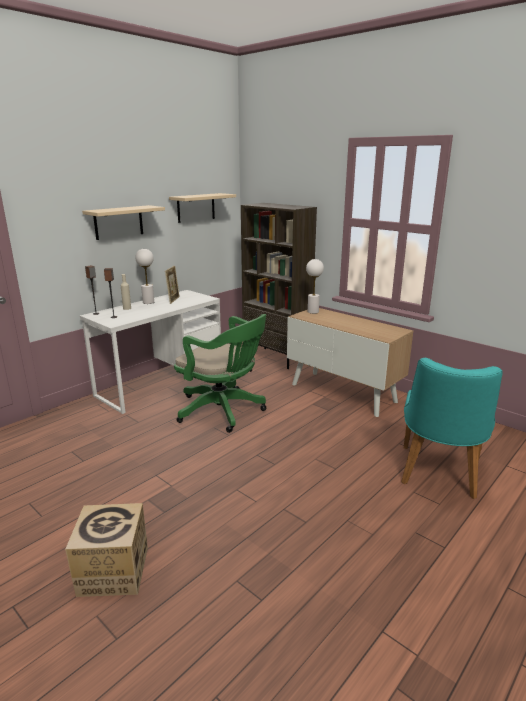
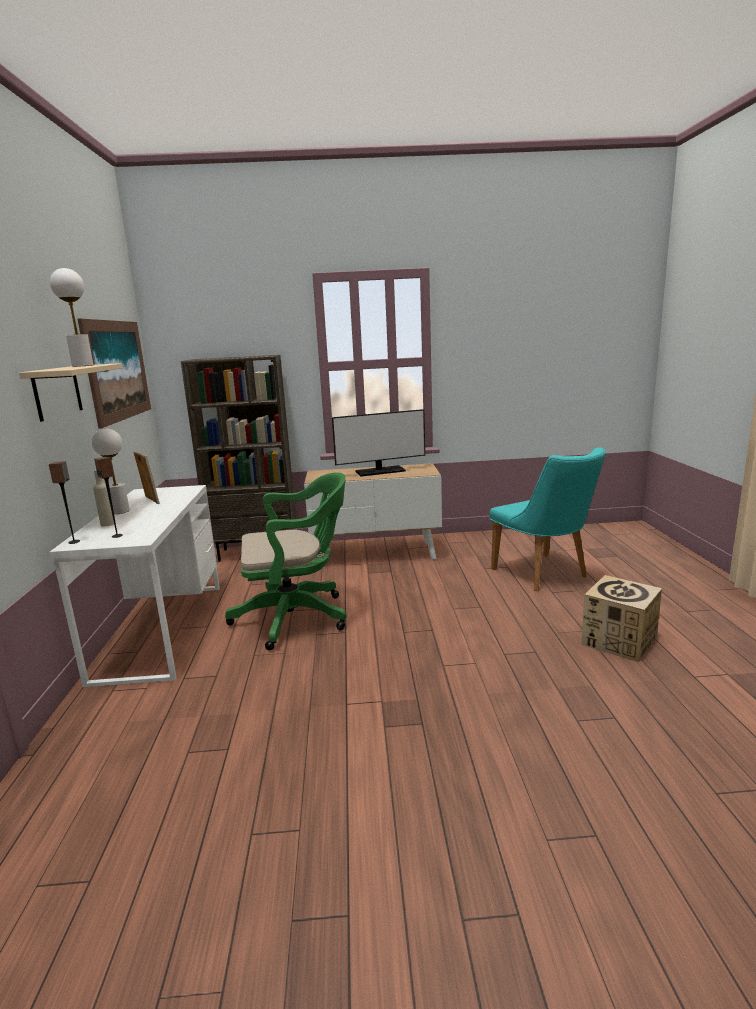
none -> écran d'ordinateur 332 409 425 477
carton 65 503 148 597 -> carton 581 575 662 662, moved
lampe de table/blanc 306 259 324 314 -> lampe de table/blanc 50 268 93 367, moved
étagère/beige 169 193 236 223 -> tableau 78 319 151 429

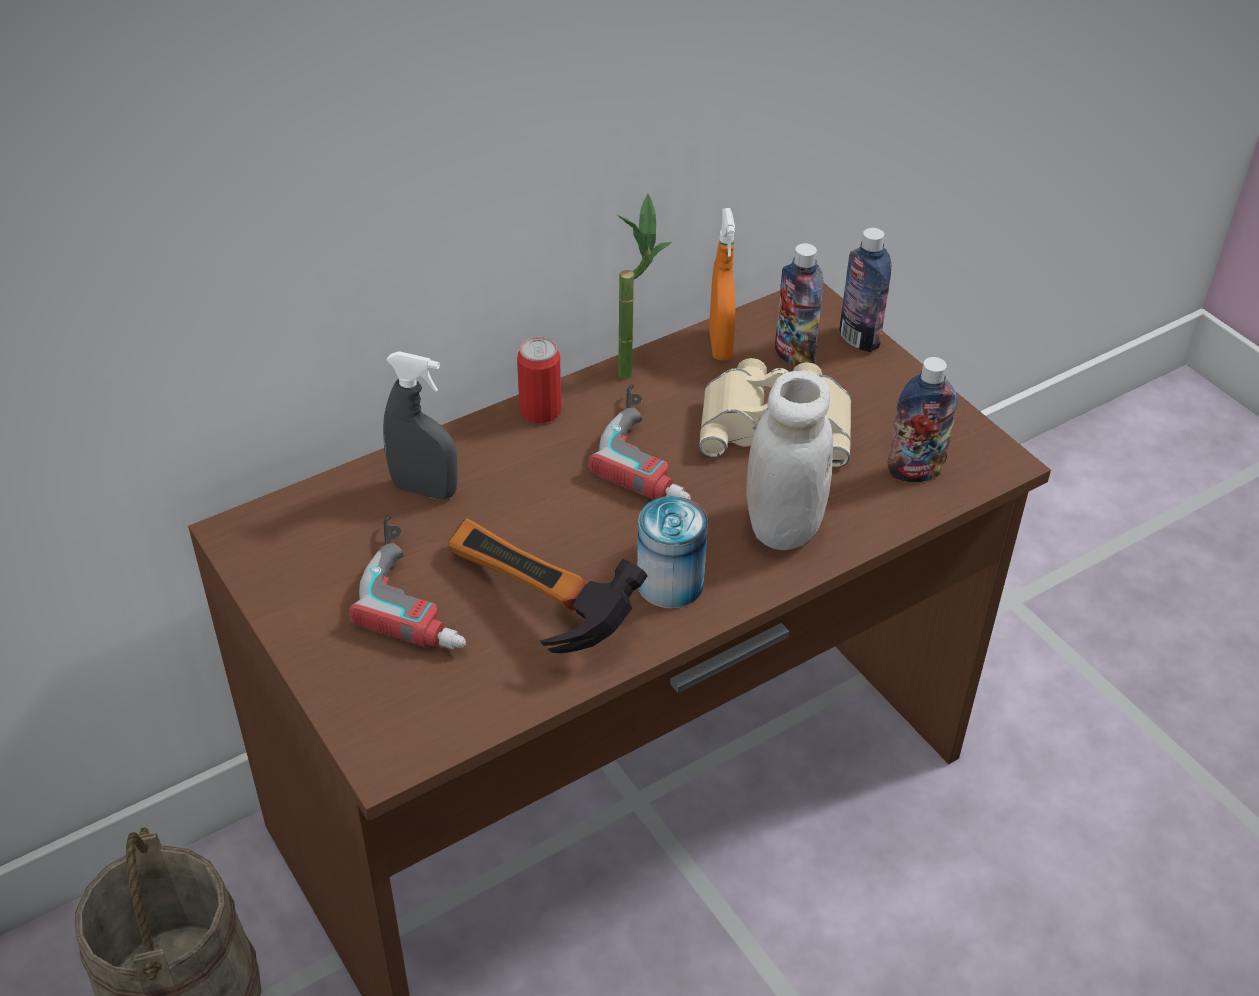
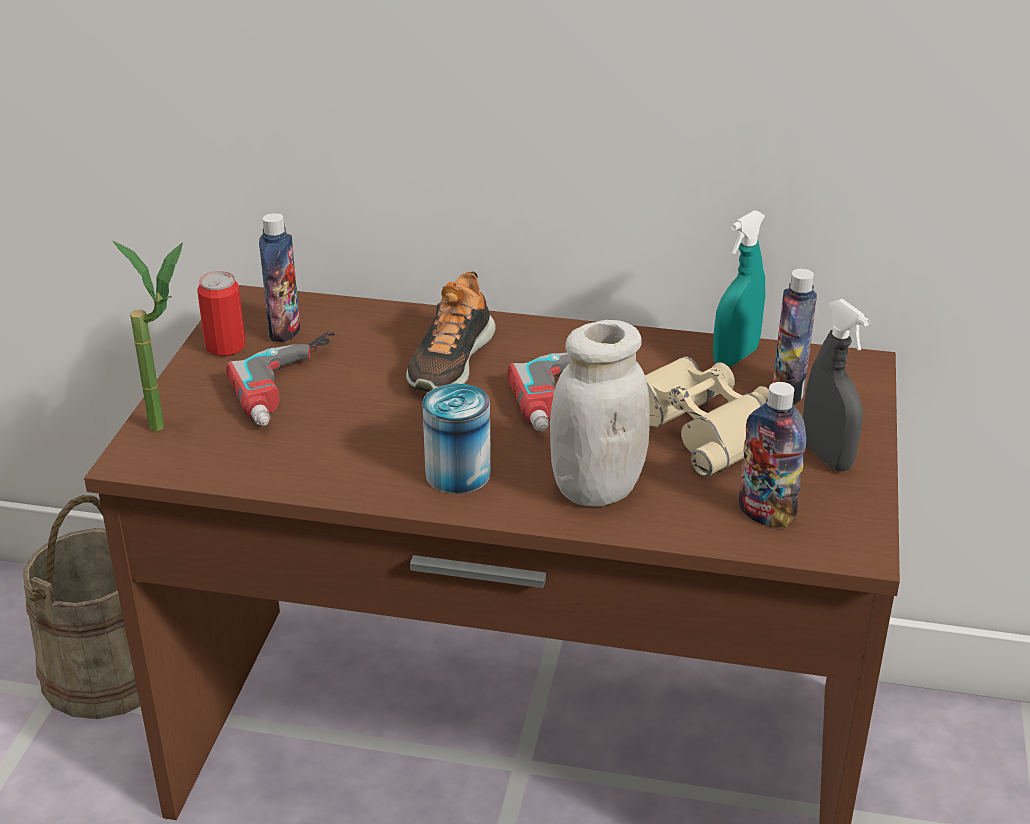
marteau 448 518 648 653 -> none
none -> chaussure 406 271 496 392
vaporisateur/gris 383 351 458 500 -> vaporisateur/gris 803 299 870 471, moved
boîte métallique 517 337 561 423 -> boîte métallique 197 271 246 356, moved
plante en pot 616 194 671 379 -> plante en pot 113 241 183 431, moved
bouteille 839 228 891 352 -> bouteille 259 213 300 342, moved
vaporisateur/orange 709 208 735 361 -> vaporisateur/turquoise 713 210 765 367

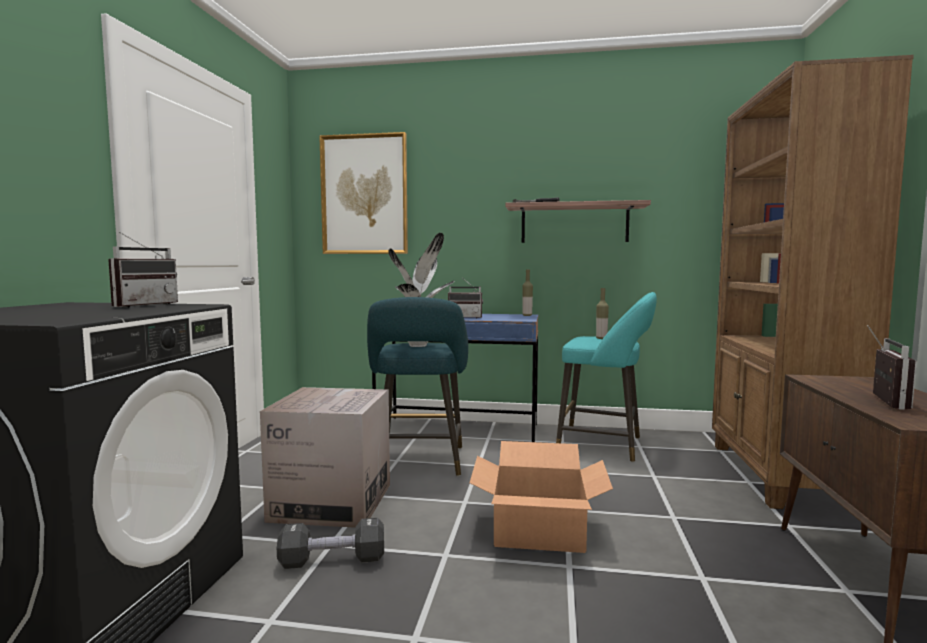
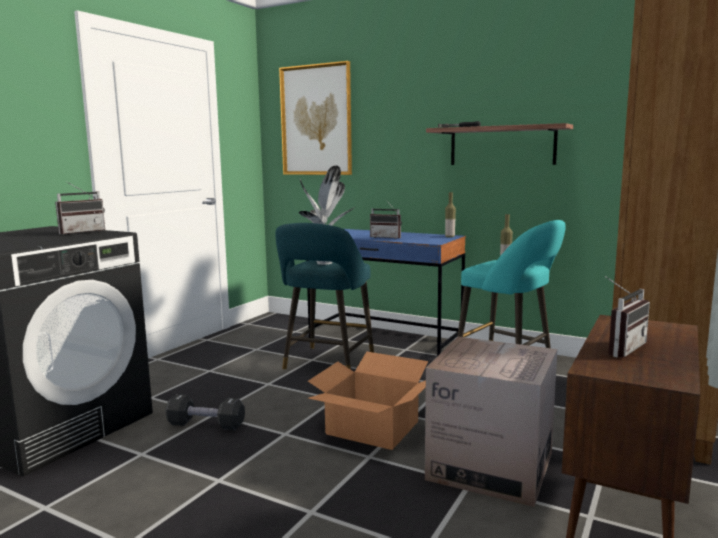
carton 260 387 390 528 -> carton 425 337 557 507, moved

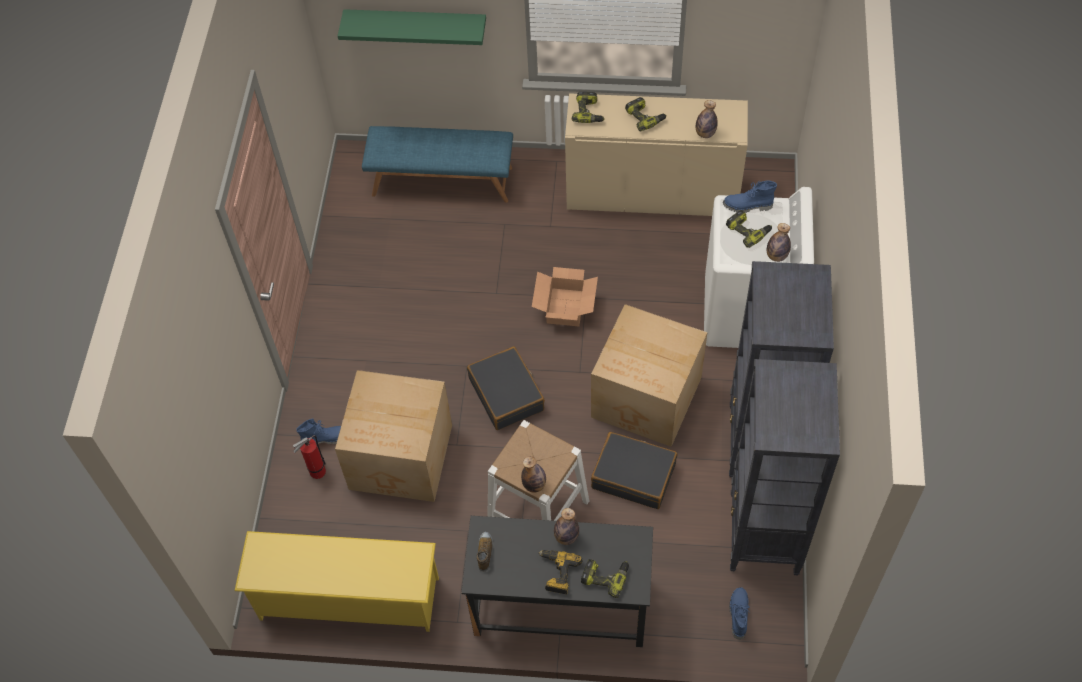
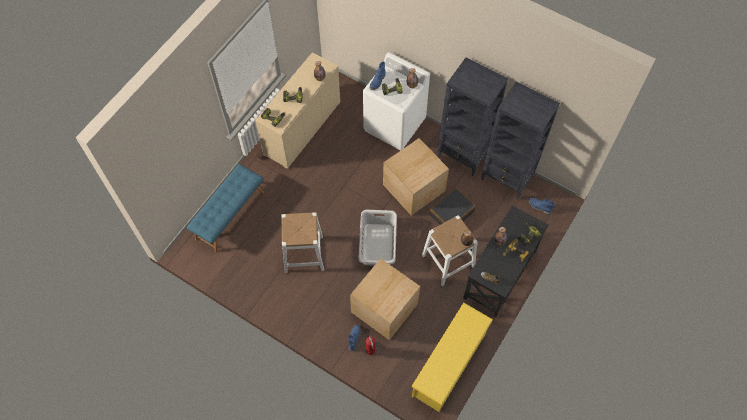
étagère/vert 338 9 486 45 -> none
carton 532 267 598 326 -> none
none -> tabouret/blanc 282 212 324 273
valise/noir 467 347 545 430 -> panier à linge/gris 359 210 397 266

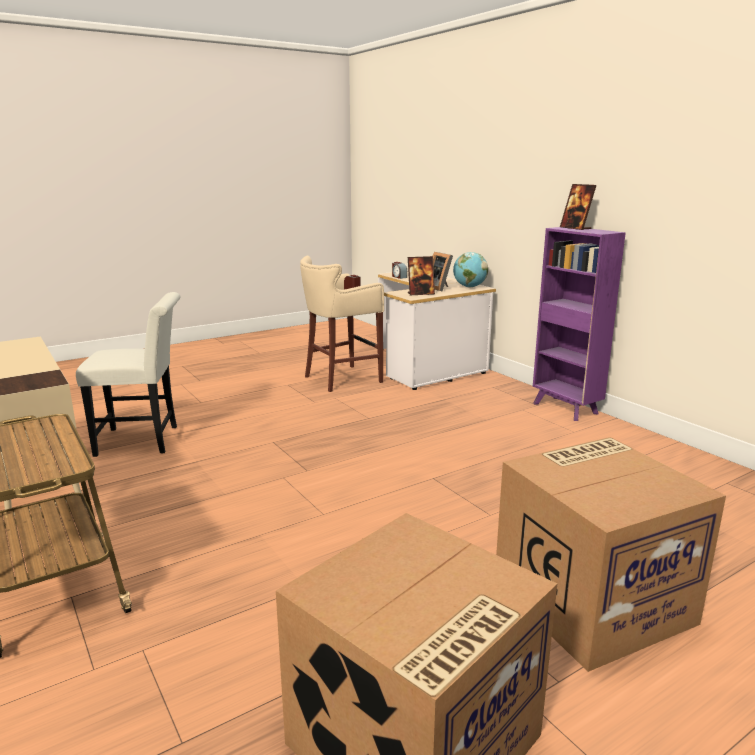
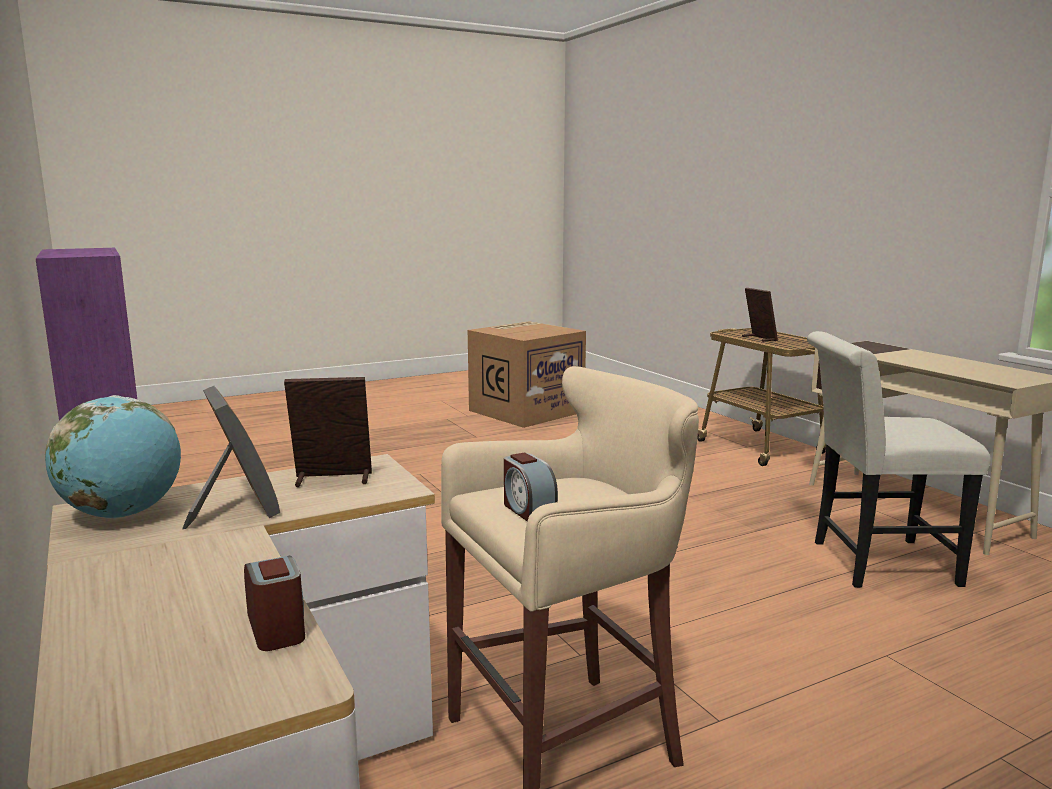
carton 496 437 726 672 -> none
cadre photo 560 184 596 230 -> cadre photo 742 288 778 342, moved

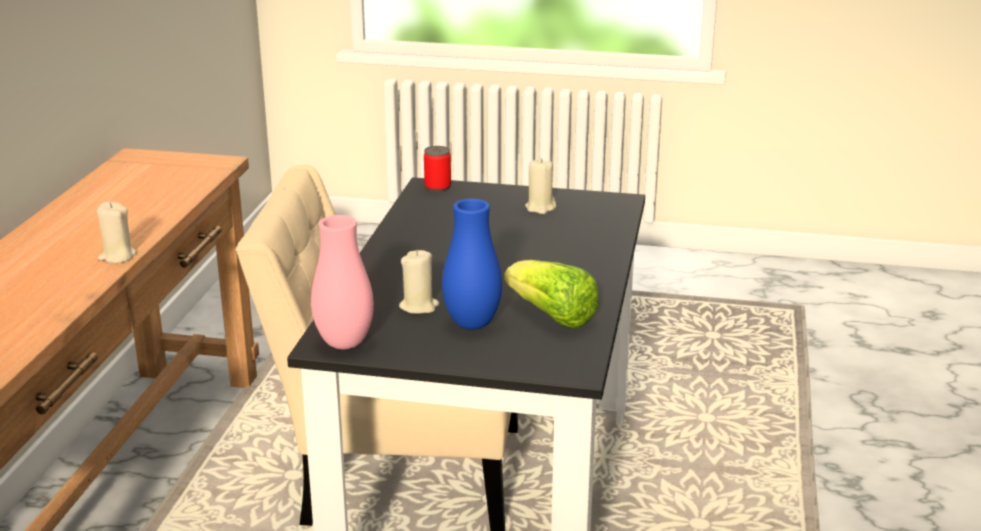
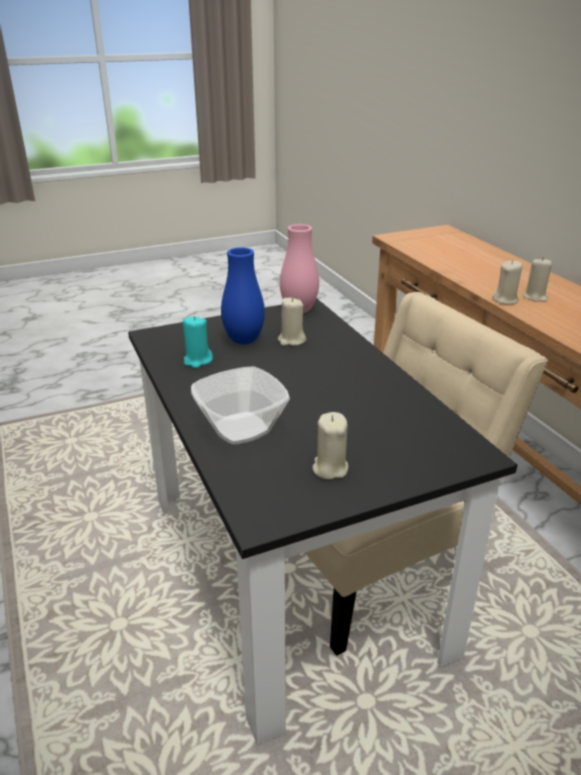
boîte métallique 424 146 451 192 -> none
none -> bol 191 366 290 444
none -> bougie/beige 524 257 552 302
laitue 504 260 598 329 -> bougie/turquoise 183 316 213 368

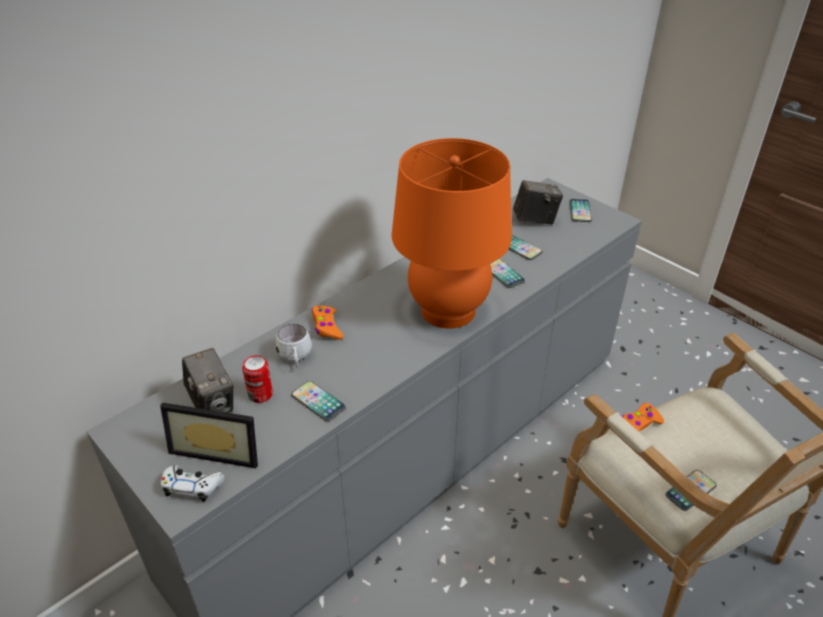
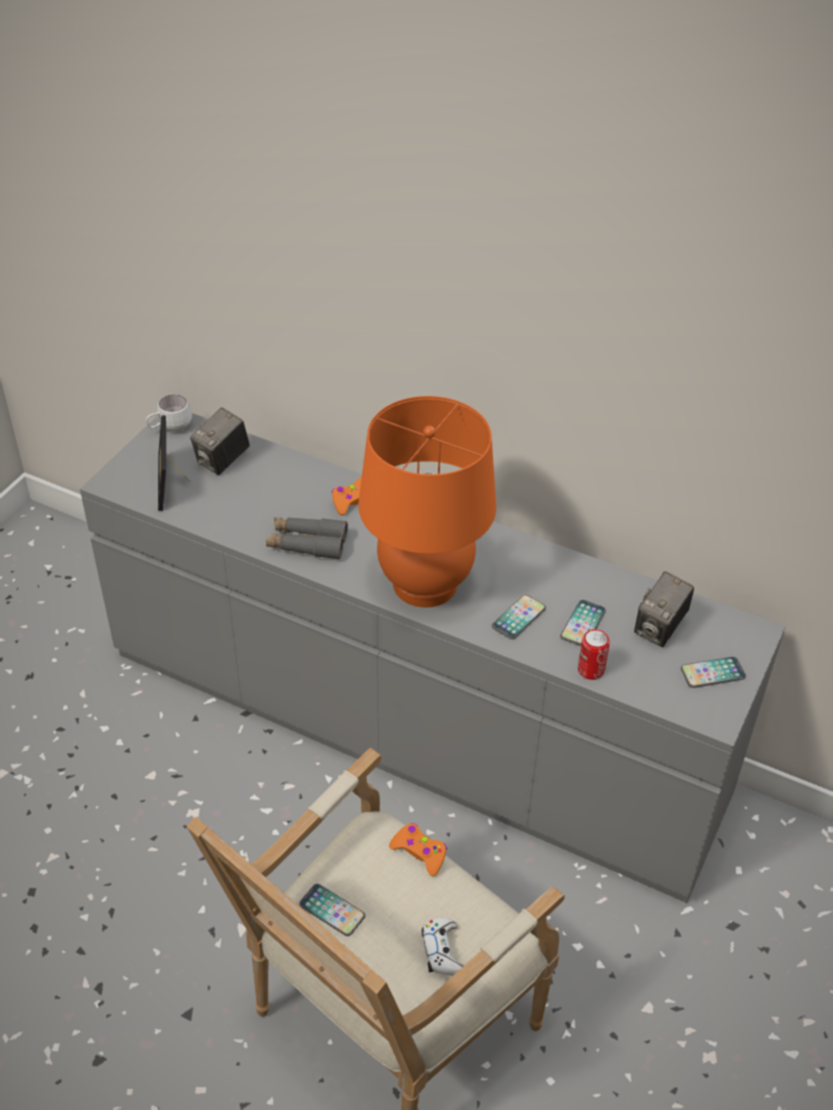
téléphone 291 381 346 421 -> none
none -> jumelles/gris 266 517 348 560
manette/blanc 161 465 225 502 -> manette/blanc 422 917 464 976, moved
boîte métallique 242 355 273 403 -> boîte métallique 578 629 610 680, moved
mug/blanc 276 324 312 368 -> mug/blanc 146 395 192 432, moved
appareil photo 513 180 563 225 -> appareil photo 634 571 694 647, 60 degrees clockwise

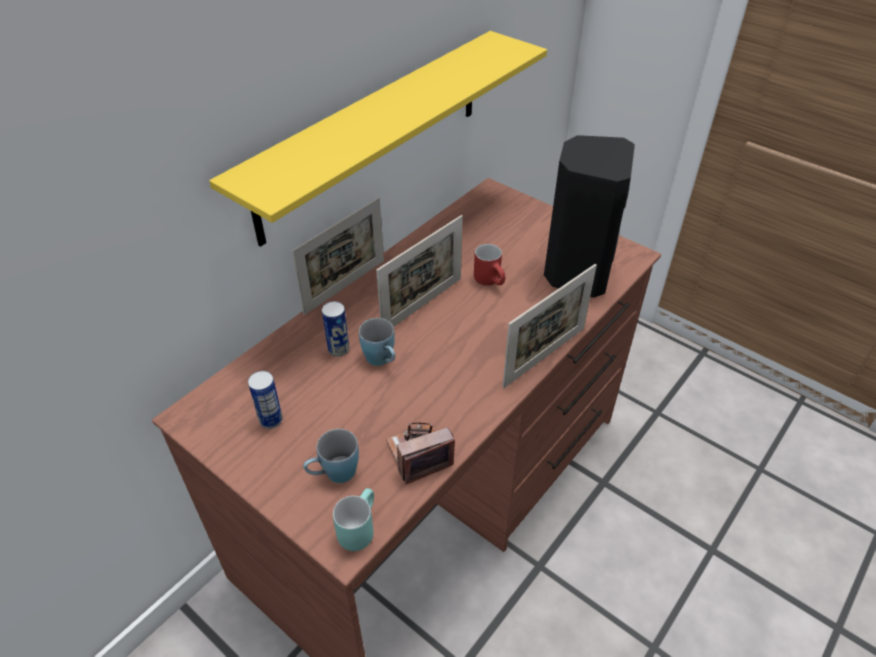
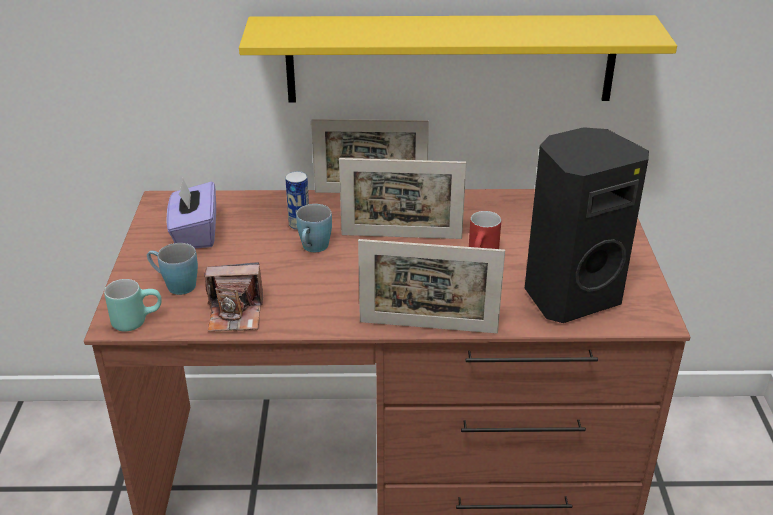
boîte métallique 248 371 283 429 -> boîte à mouchoirs/violet 167 179 216 248
appareil photo 386 423 455 484 -> appareil photo 204 262 263 332, 150 degrees clockwise

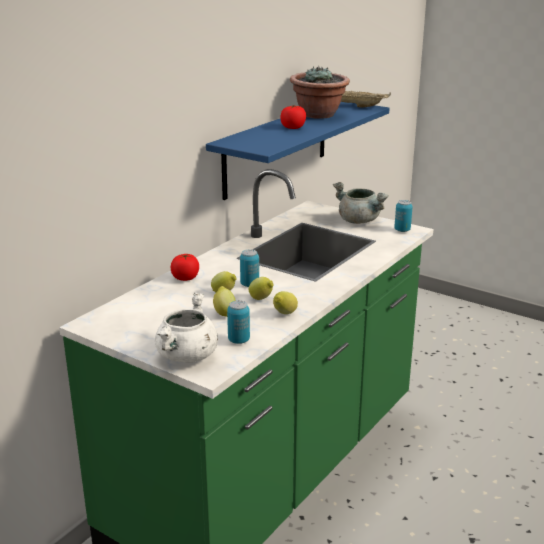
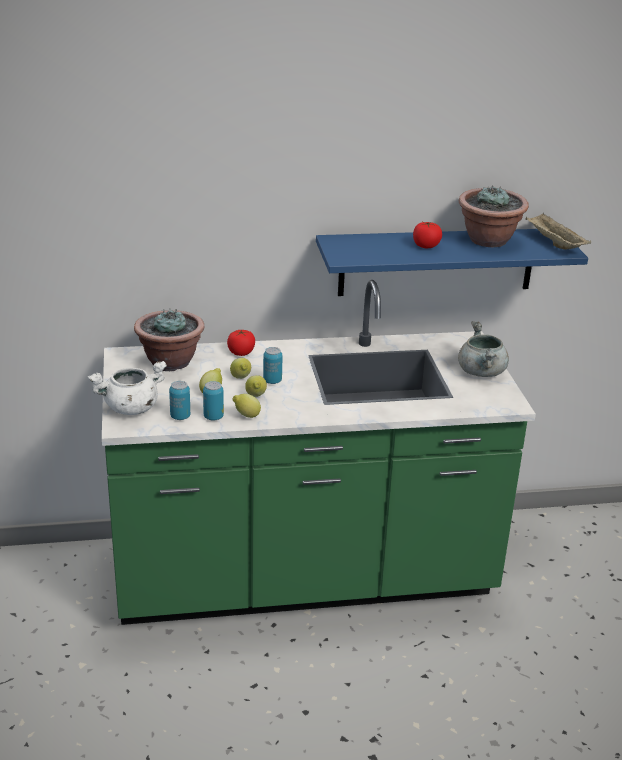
none -> plante en pot 134 308 205 371
boîte métallique 394 200 413 232 -> boîte métallique 203 381 224 421, moved

